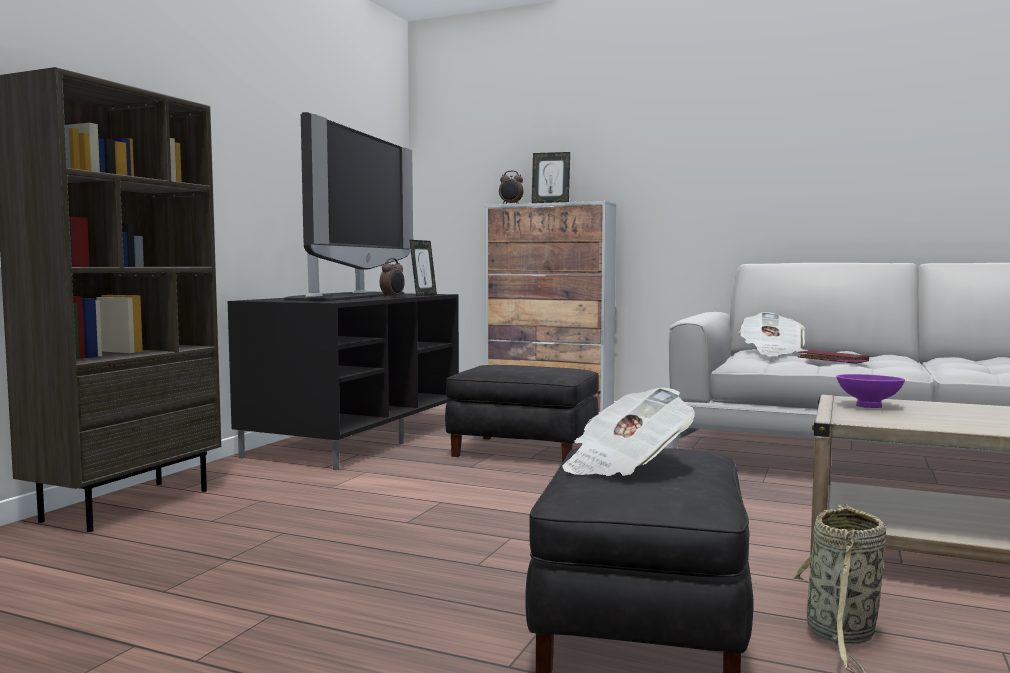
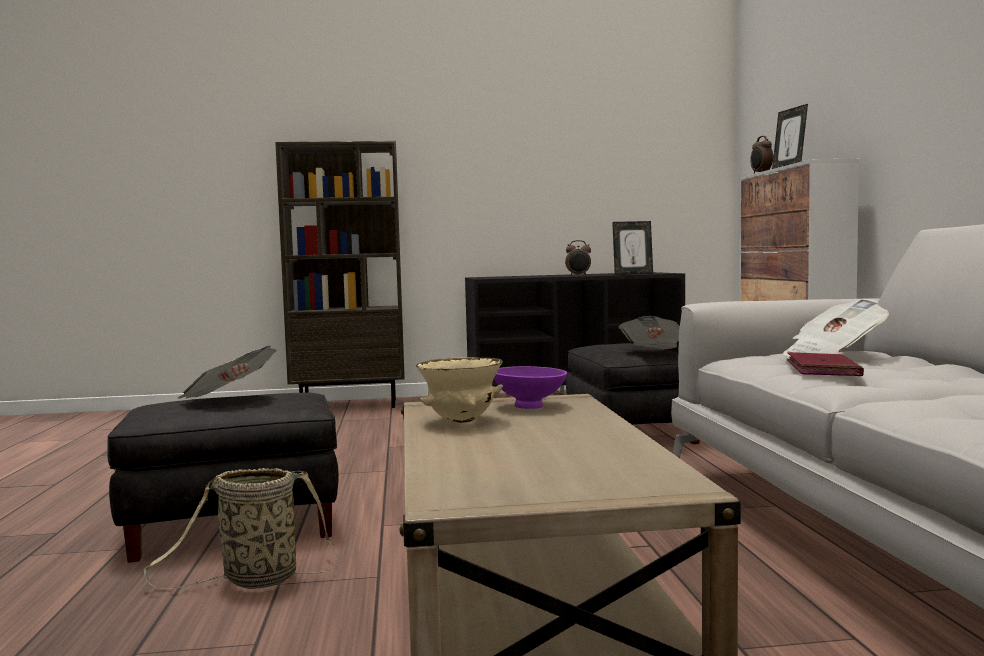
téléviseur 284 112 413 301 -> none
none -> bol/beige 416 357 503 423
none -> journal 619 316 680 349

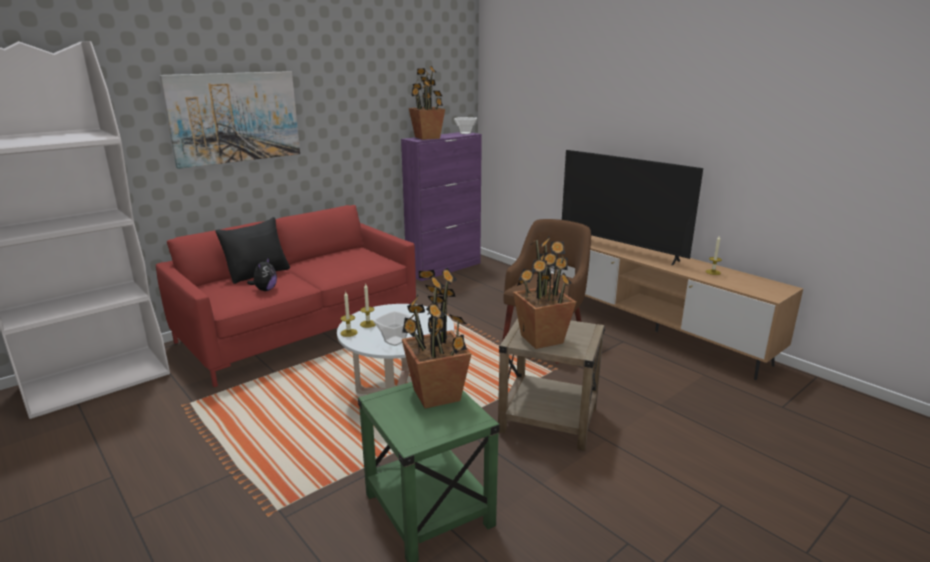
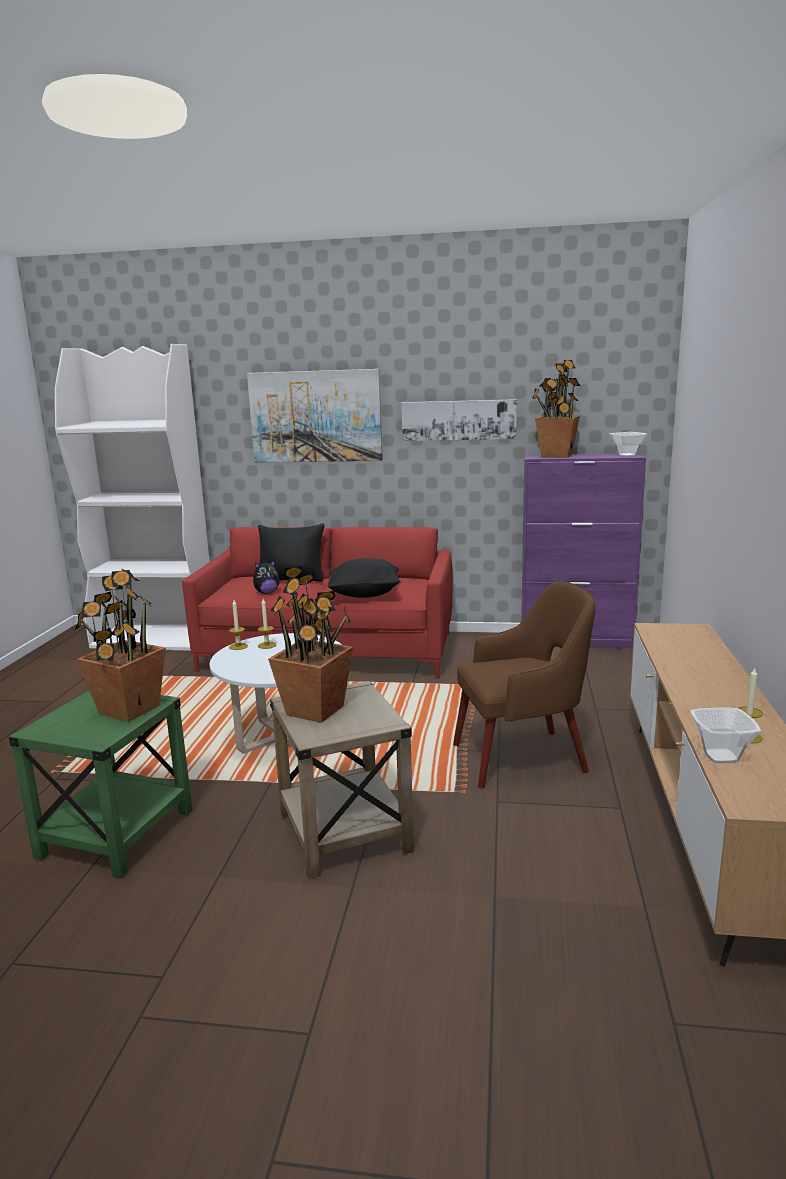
téléviseur 562 150 703 265 -> none
none -> coussin/noir 327 558 400 598
none -> tableau 401 399 517 441
bol 373 311 415 346 -> bol 690 707 761 763, moved

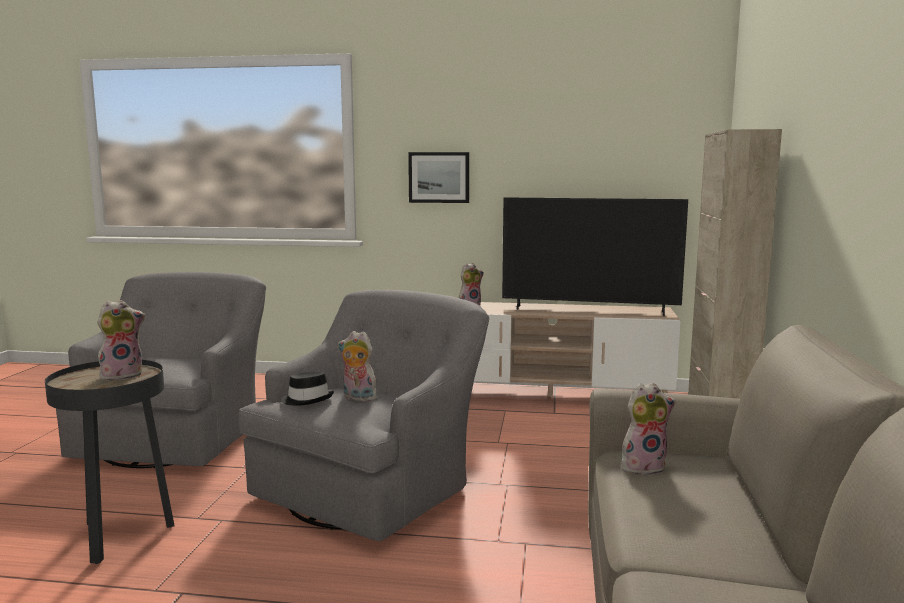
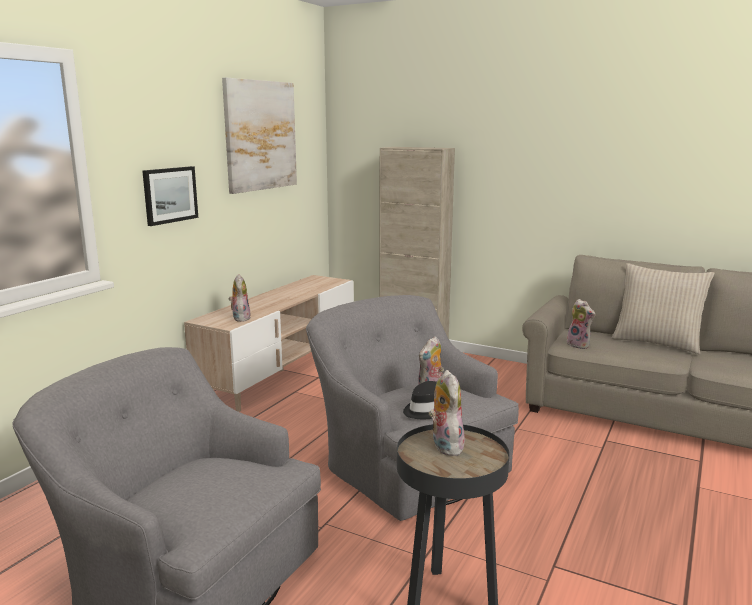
téléviseur 502 197 688 316 -> none
none -> tableau 222 78 297 194
none -> coussin/beige 612 263 714 354
peluche 622 383 676 475 -> peluche 567 299 595 349, 135 degrees clockwise

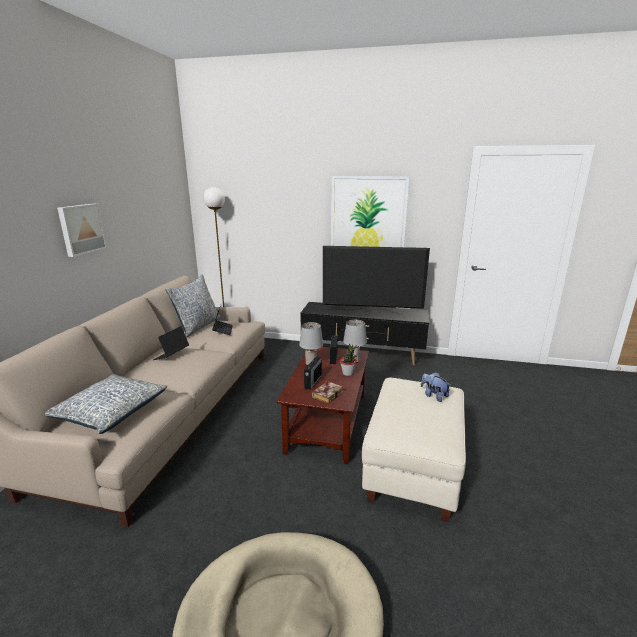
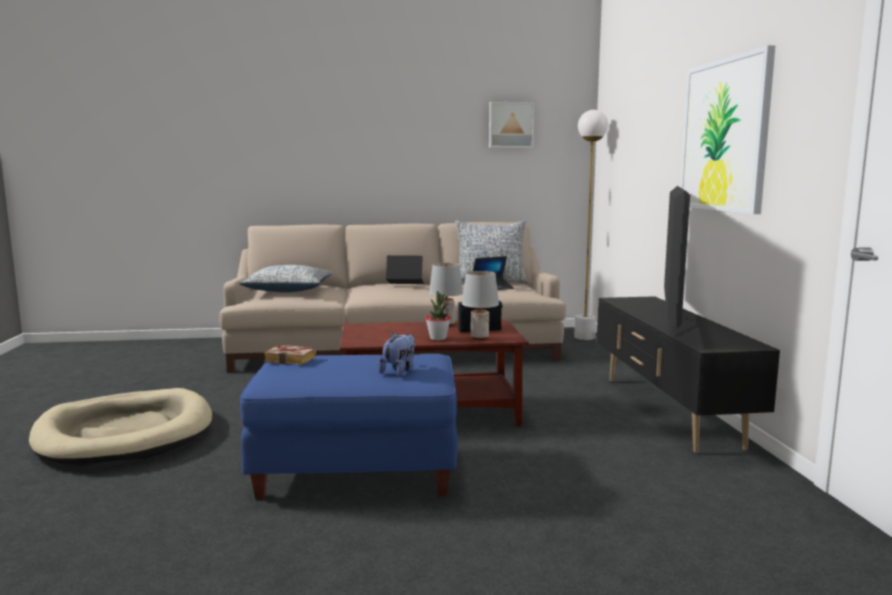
radio 304 353 322 390 -> none
tableau 57 203 107 257 -> tableau 489 102 535 148, moved
livre 312 381 343 404 -> livre 264 345 316 365, moved
pouf/beige 362 378 466 522 -> pouf/bleu 240 354 458 499
téléviseur 323 246 430 315 -> téléviseur 664 186 690 337, 150 degrees counterclockwise

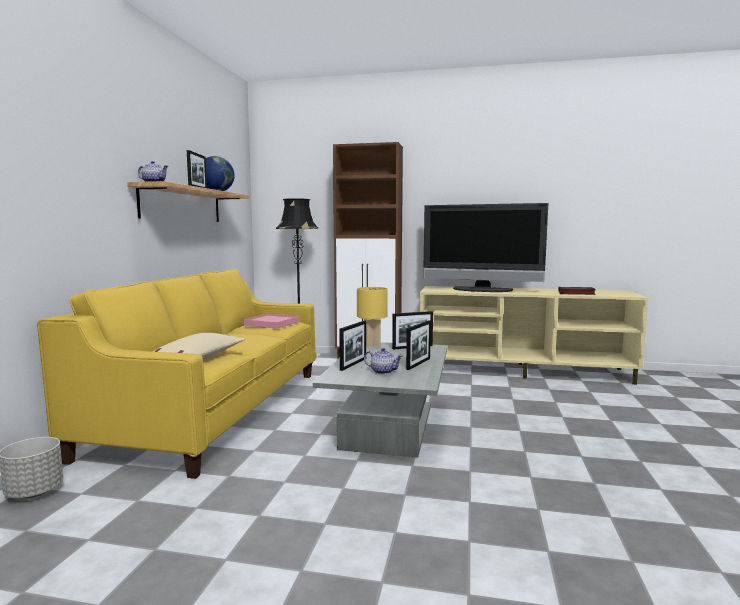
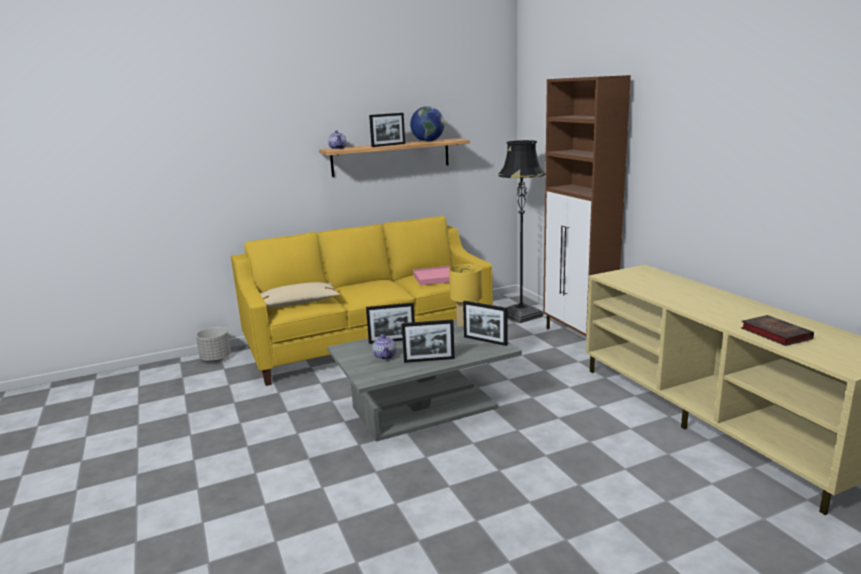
téléviseur 424 203 548 292 -> none

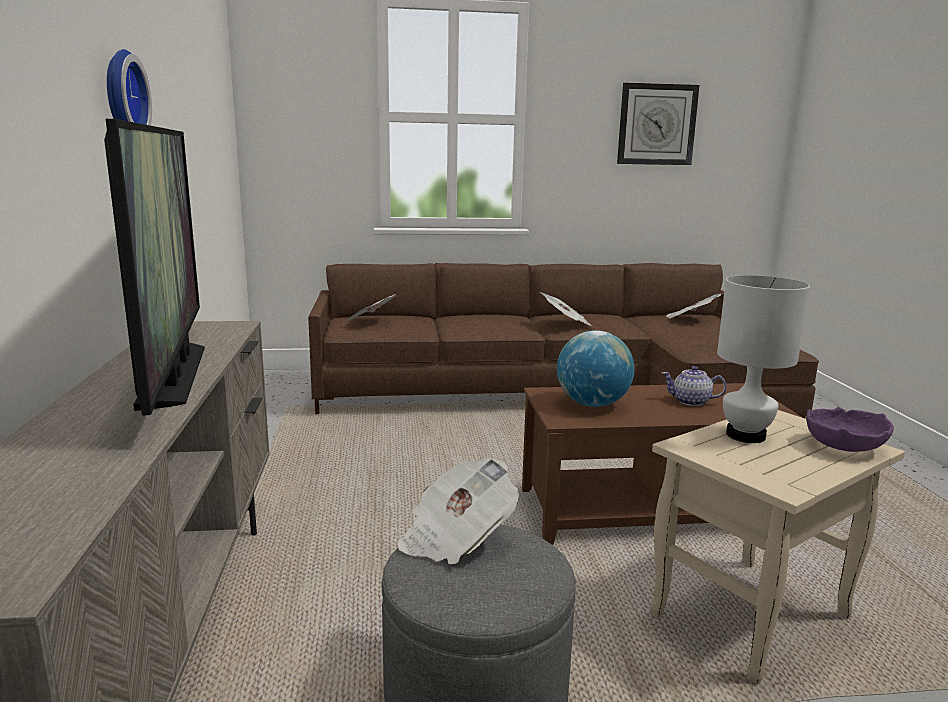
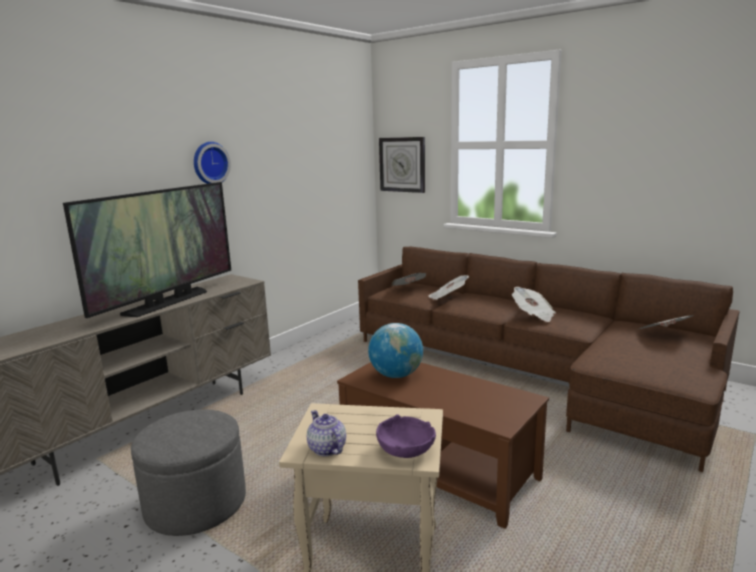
lampe de table/blanc 717 275 810 443 -> none
journal 397 458 519 564 -> journal 428 275 469 300, moved
horloge murale 617 82 700 165 -> horloge murale 379 137 425 193, moved
théière 662 366 727 406 -> théière 307 410 346 456, moved

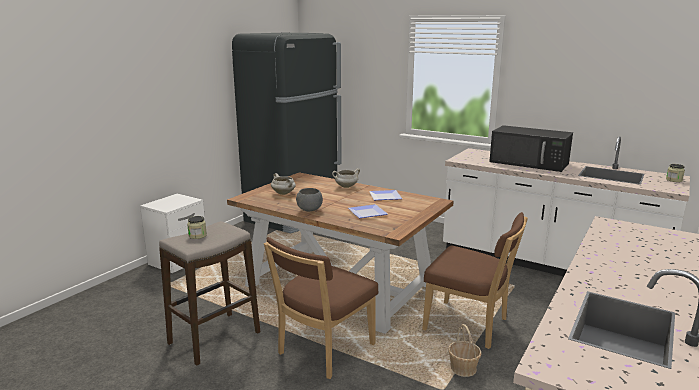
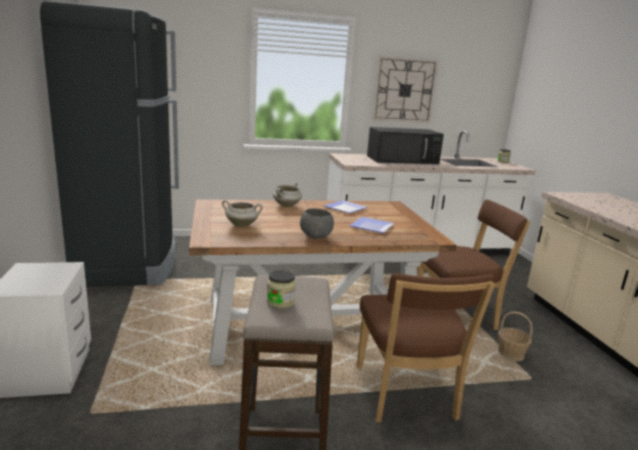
none -> horloge murale 372 56 439 123

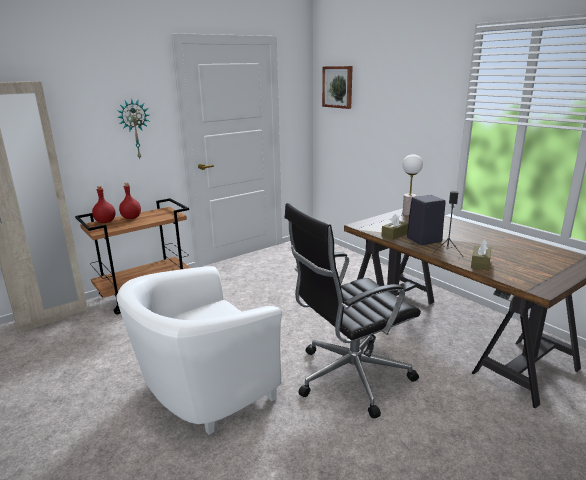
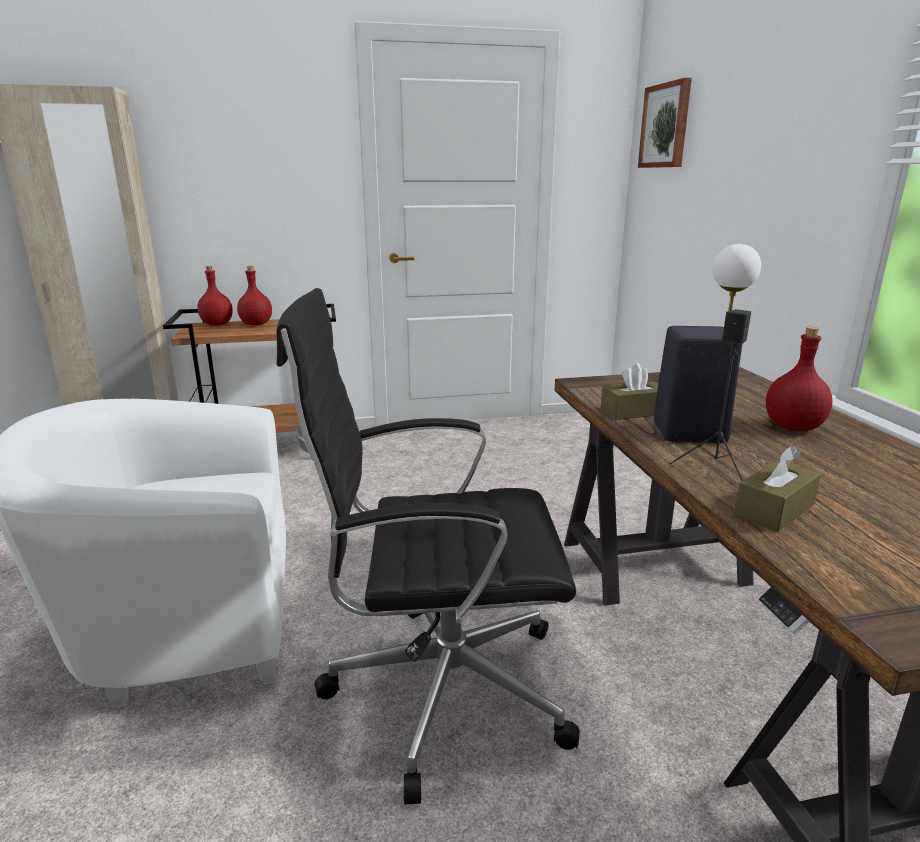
horloge murale 117 99 149 159 -> none
none -> bouteille/rouge 766 327 833 431

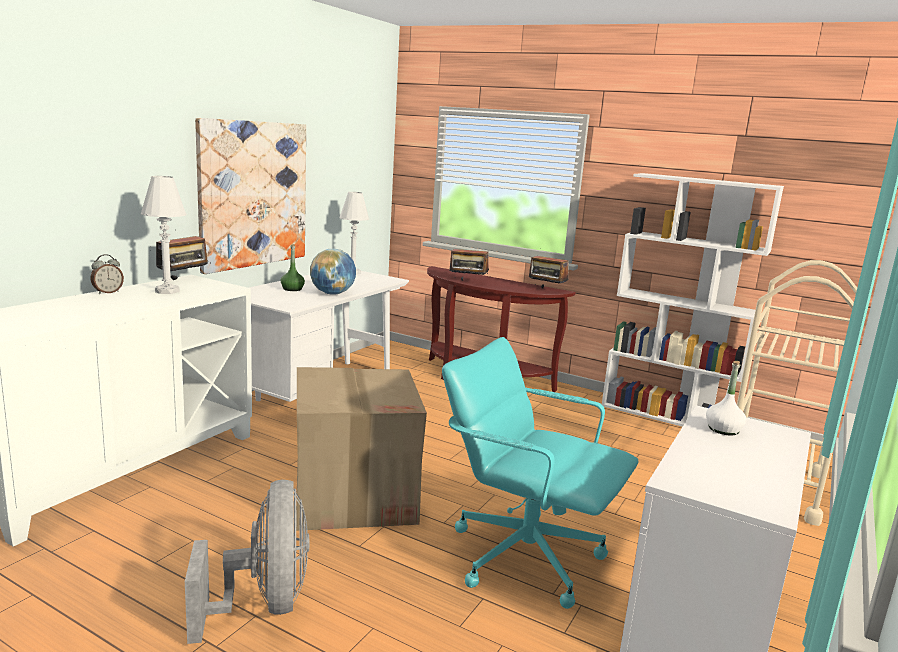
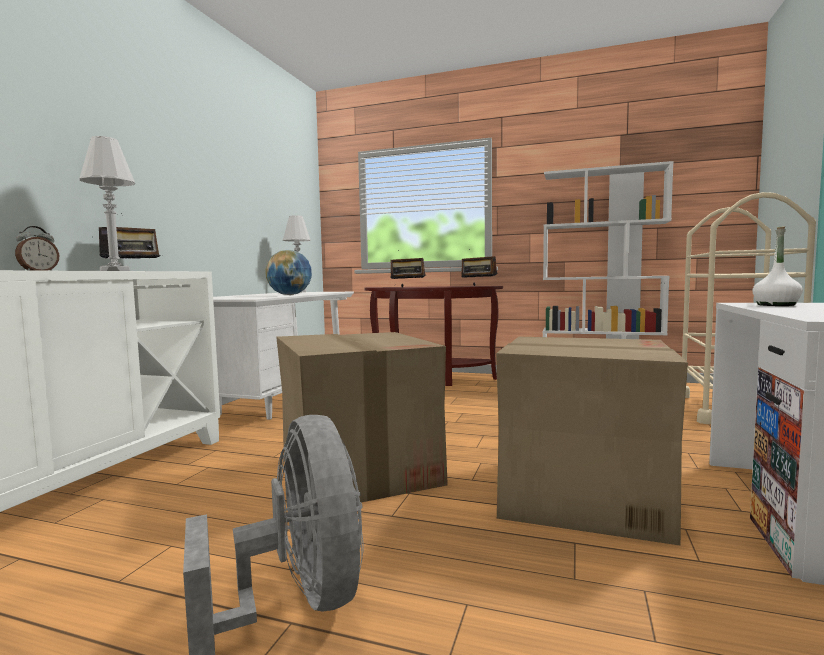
tableau 195 118 306 274 -> none
bouteille/vert 280 244 305 291 -> none
chaise de bureau/turquoise 442 337 639 609 -> carton 496 337 688 546

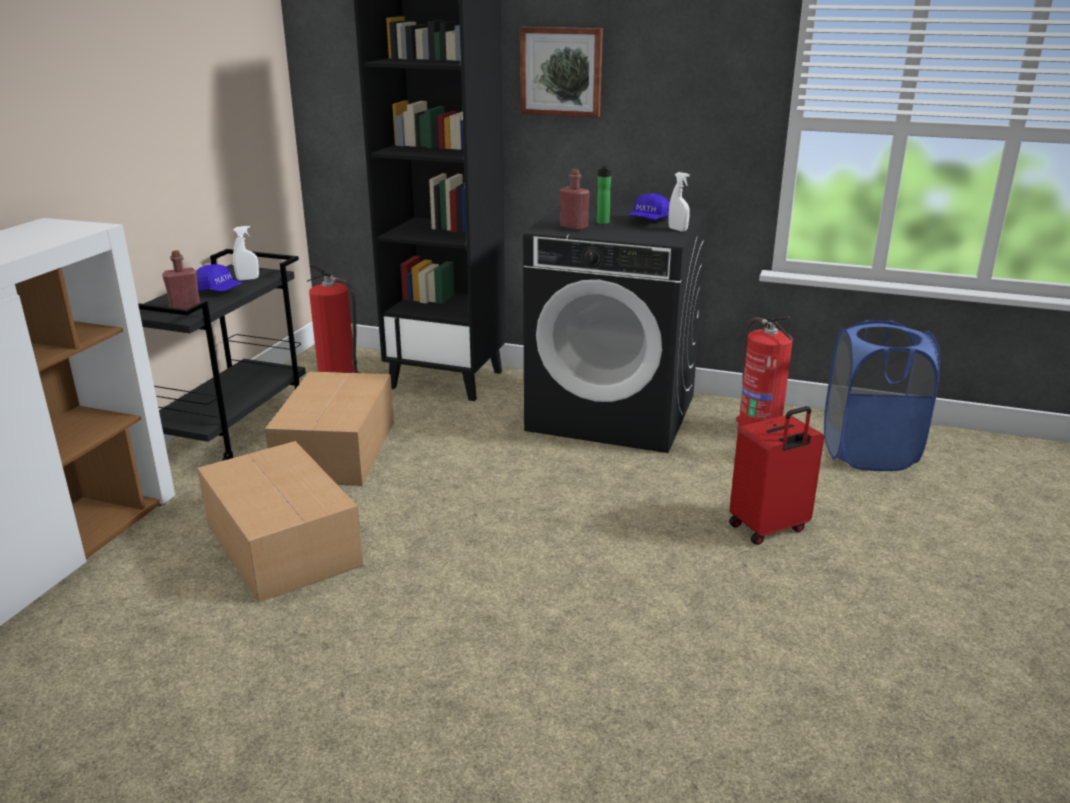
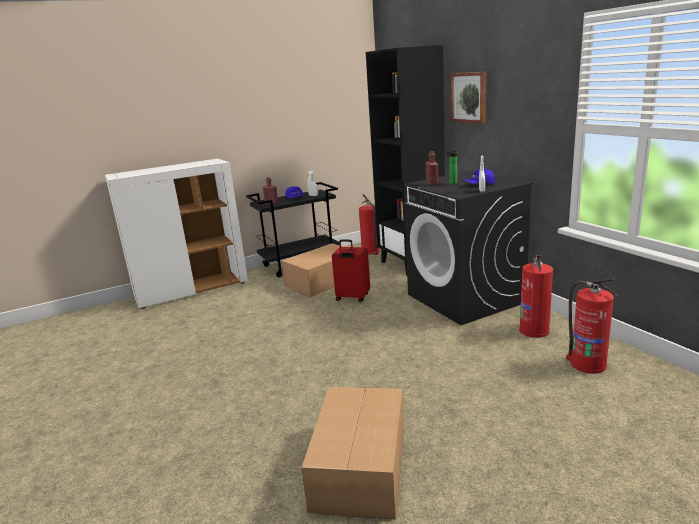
carton 197 441 363 603 -> carton 302 387 404 519, moved
valise/rouge 729 406 824 545 -> valise/rouge 332 239 370 302, moved
panier à linge/bleu 824 320 940 471 -> extincteur 566 279 618 374

